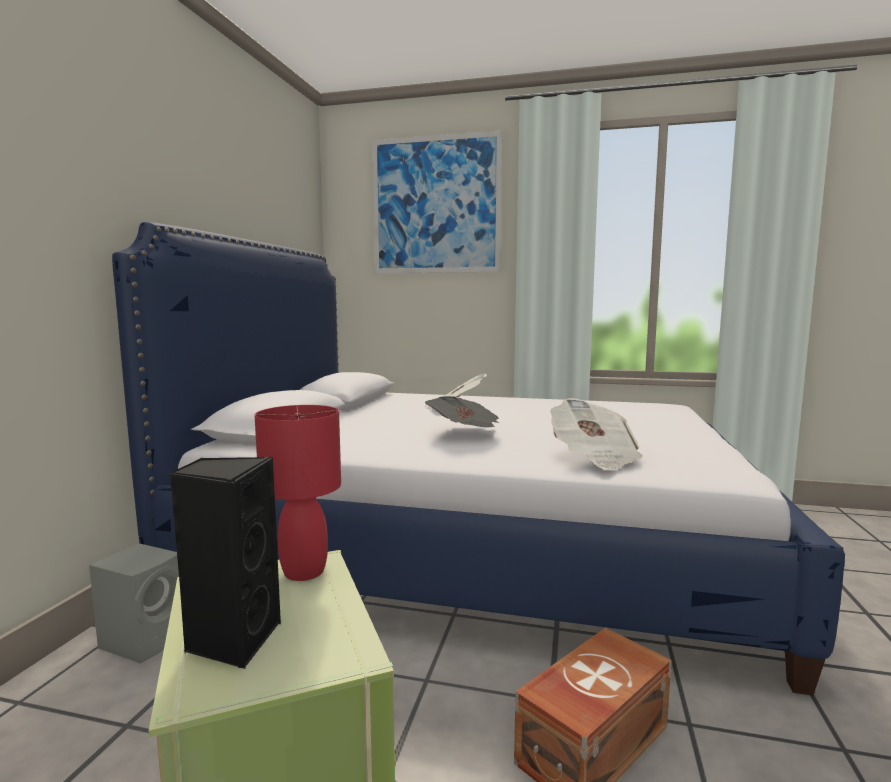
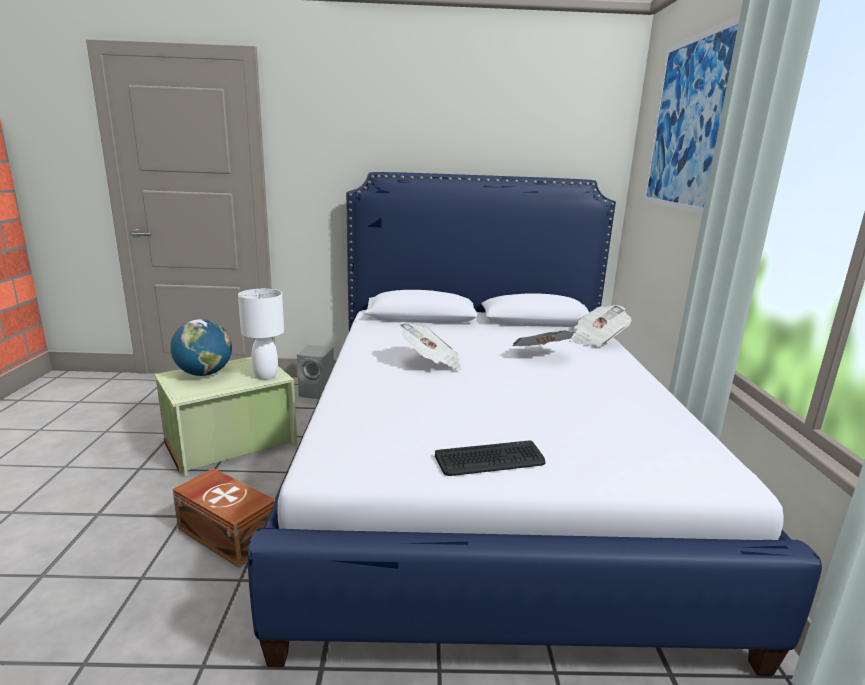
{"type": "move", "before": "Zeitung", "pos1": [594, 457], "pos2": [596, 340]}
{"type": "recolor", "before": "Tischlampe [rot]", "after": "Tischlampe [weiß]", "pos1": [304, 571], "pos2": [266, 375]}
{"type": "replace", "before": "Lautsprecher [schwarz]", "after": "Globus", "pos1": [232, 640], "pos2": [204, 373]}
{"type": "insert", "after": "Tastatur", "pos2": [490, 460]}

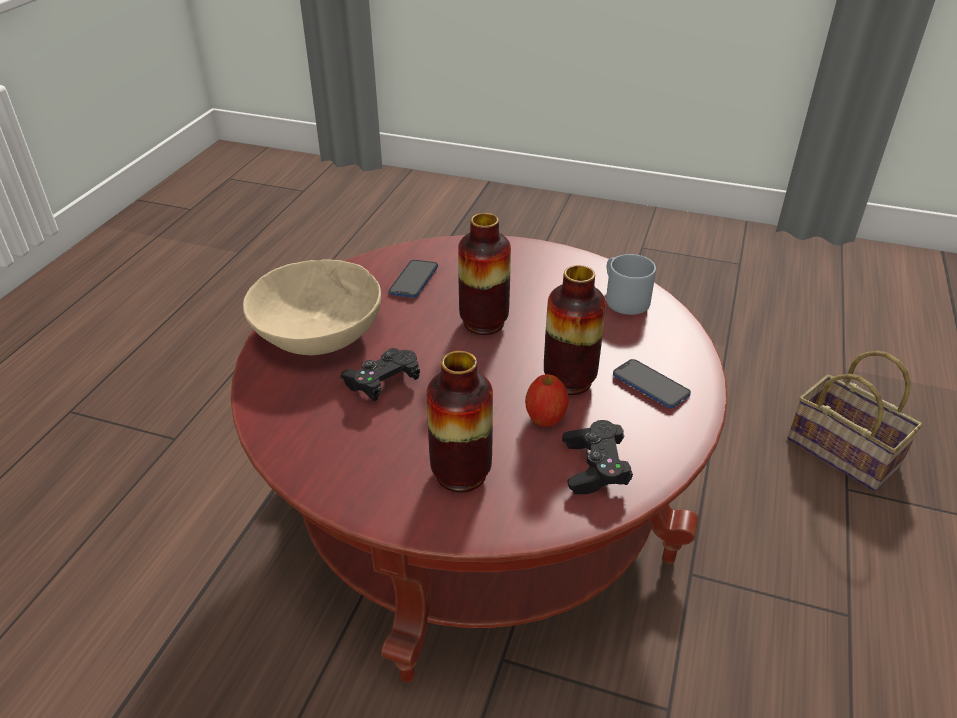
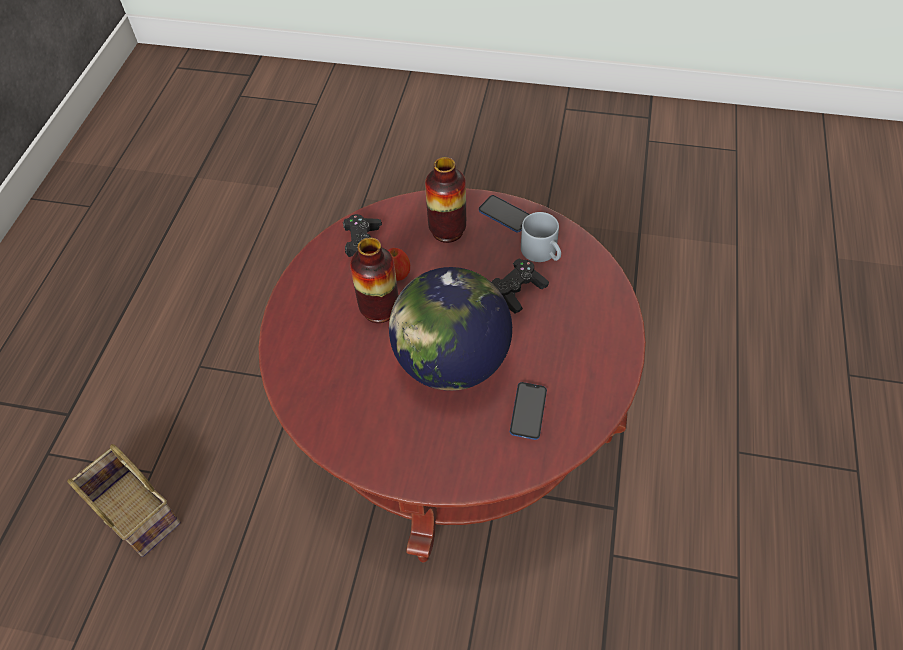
{"type": "replace", "before": "Vase", "after": "Globus", "pos1": [484, 322], "pos2": [452, 362]}
{"type": "move", "before": "Henkelbecher [grau]", "pos1": [622, 298], "pos2": [543, 252]}
{"type": "delete", "before": "Schüssel [beige]", "pos1": [317, 331]}
{"type": "move", "before": "Handy", "pos1": [650, 385], "pos2": [505, 215]}

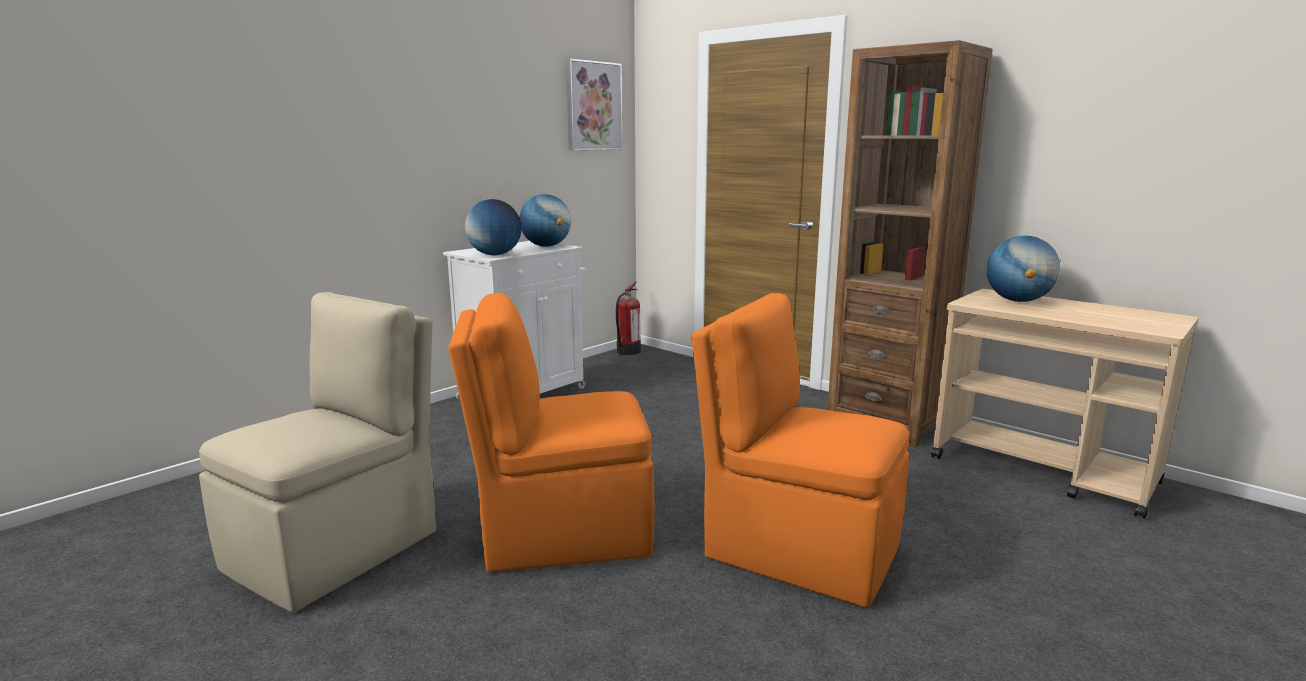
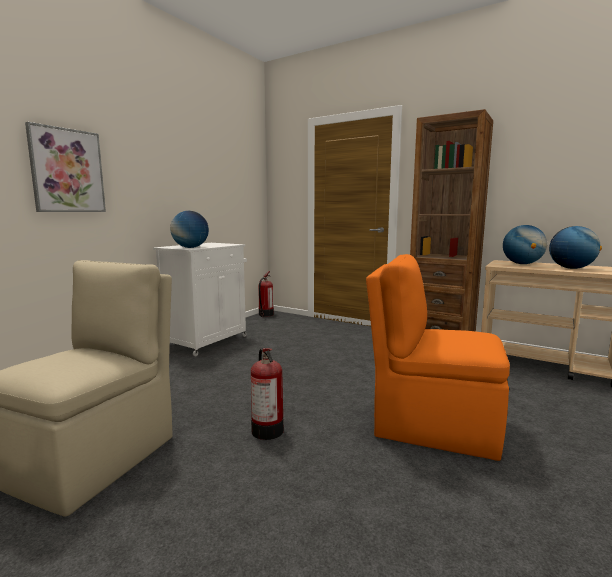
{"type": "move", "before": "Bild", "pos1": [593, 106], "pos2": [67, 171]}
{"type": "move", "before": "Globus", "pos1": [546, 246], "pos2": [571, 268]}
{"type": "replace", "before": "Stuhl [orange]", "after": "Feuerlöscher", "pos1": [561, 532], "pos2": [267, 429]}

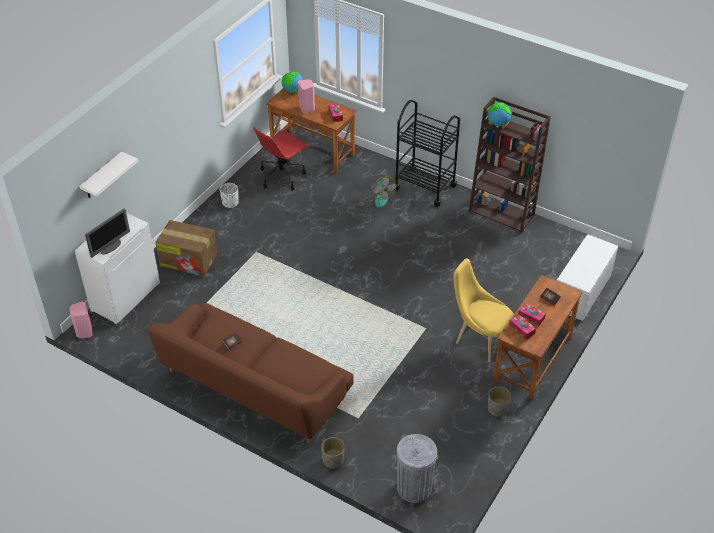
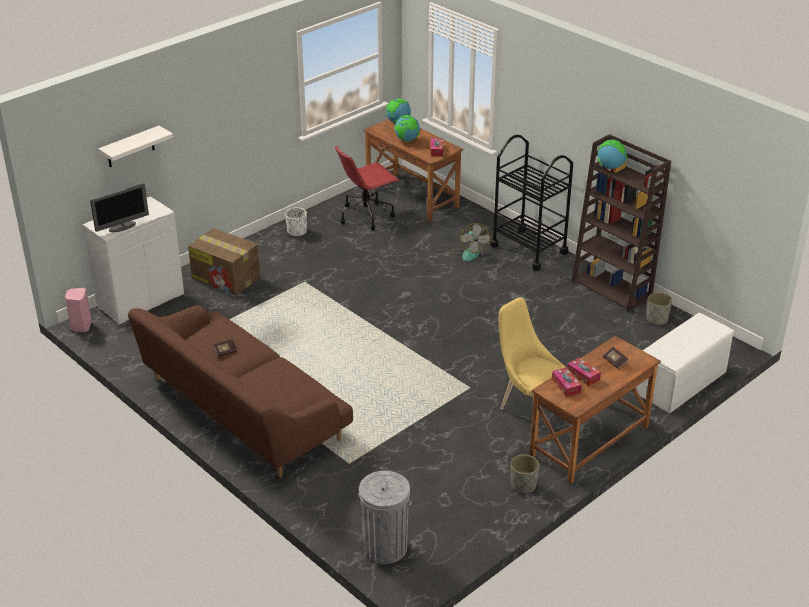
{"type": "replace", "before": "Lautsprecher [rosa]", "after": "Globus", "pos1": [307, 108], "pos2": [407, 140]}
{"type": "move", "before": "Pflanzkübel [grau]", "pos1": [333, 460], "pos2": [656, 319]}

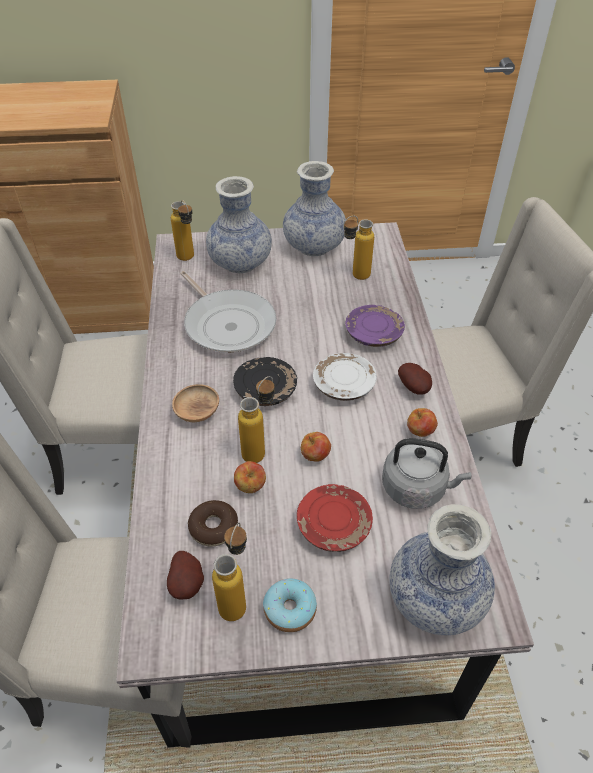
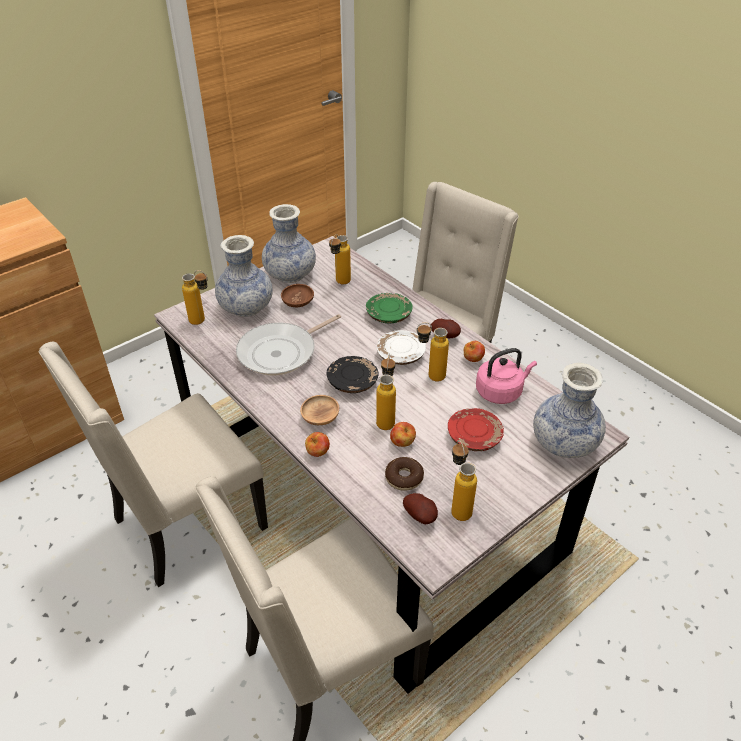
{"type": "rotate", "before": "Pfanne", "pos1": [228, 324], "pos2": [281, 352], "turn": 120}
{"type": "recolor", "before": "Teller [lila]", "after": "Teller [grün]", "pos1": [373, 333], "pos2": [388, 315]}
{"type": "move", "before": "Apfel", "pos1": [315, 456], "pos2": [318, 453]}
{"type": "recolor", "before": "Wasserkessel [grau]", "after": "Wasserkessel [rosa]", "pos1": [417, 488], "pos2": [501, 392]}
{"type": "delete", "before": "Donut", "pos1": [290, 609]}
{"type": "insert", "after": "Schüssel [braun]", "pos2": [298, 303]}
{"type": "insert", "after": "Flasche", "pos2": [429, 377]}

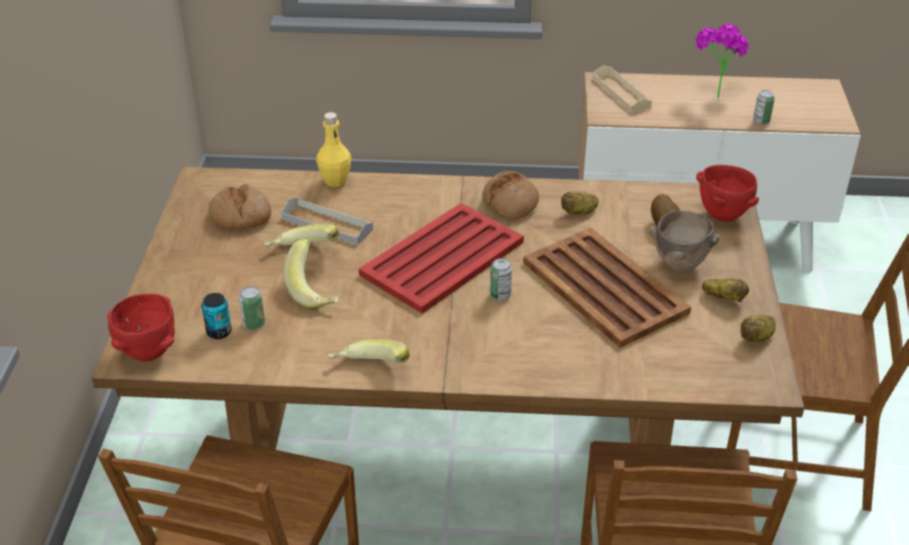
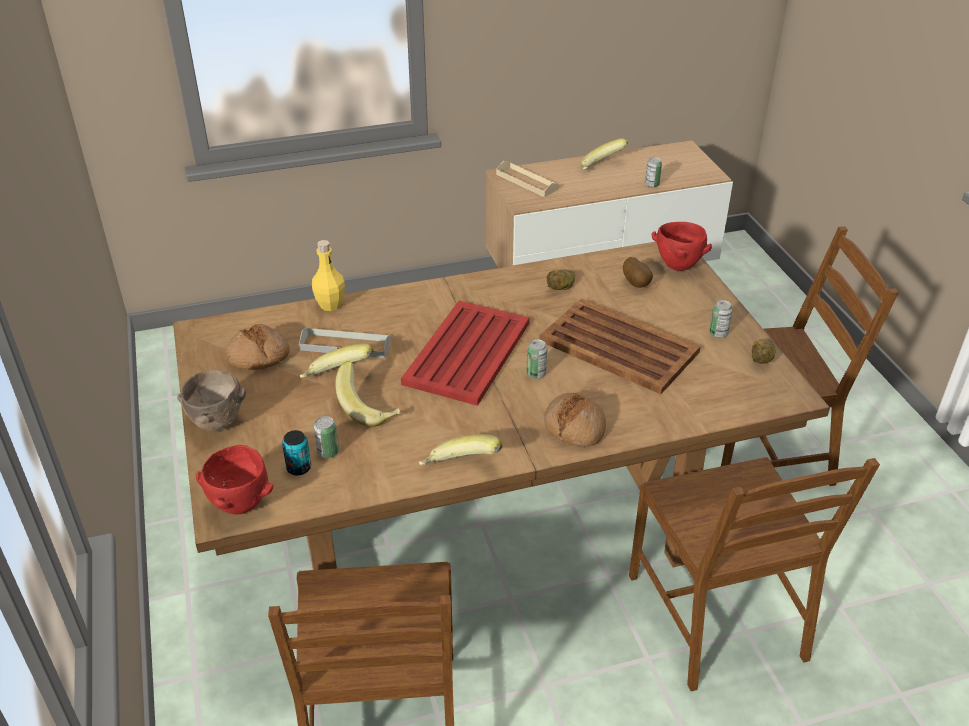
{"type": "replace", "before": "Topfpflanze", "after": "Banane", "pos1": [714, 92], "pos2": [602, 168]}
{"type": "move", "before": "Brot", "pos1": [510, 202], "pos2": [574, 427]}
{"type": "move", "before": "Schüssel [braun]", "pos1": [679, 264], "pos2": [217, 423]}
{"type": "replace", "before": "Kartoffel", "after": "Dose", "pos1": [724, 298], "pos2": [718, 333]}

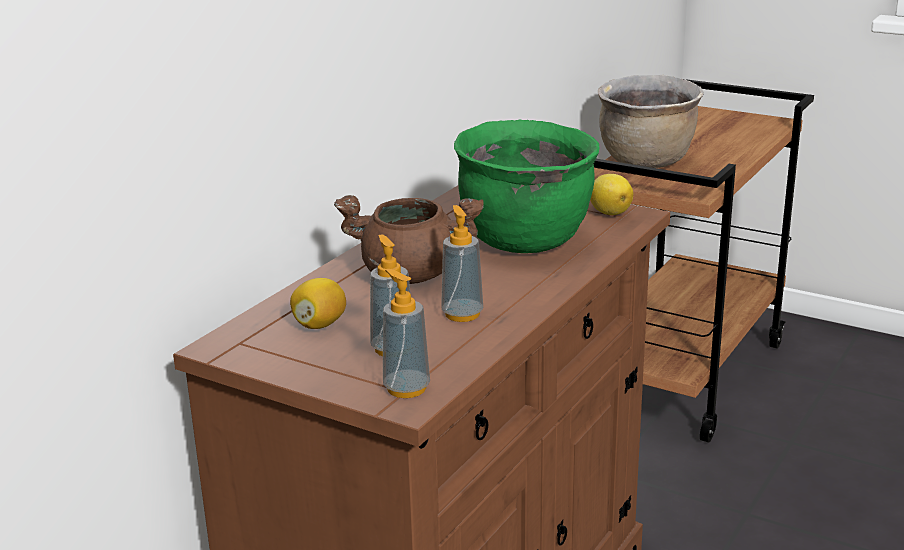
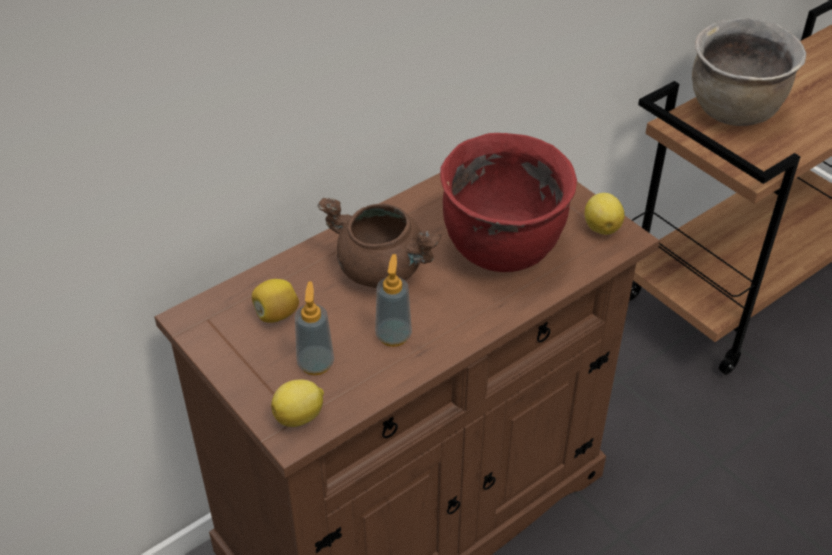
{"type": "recolor", "before": "Kochtopf [grün]", "after": "Kochtopf [rot]", "pos1": [526, 241], "pos2": [503, 248]}
{"type": "replace", "before": "Seifenspender", "after": "Zitrone", "pos1": [406, 388], "pos2": [300, 416]}

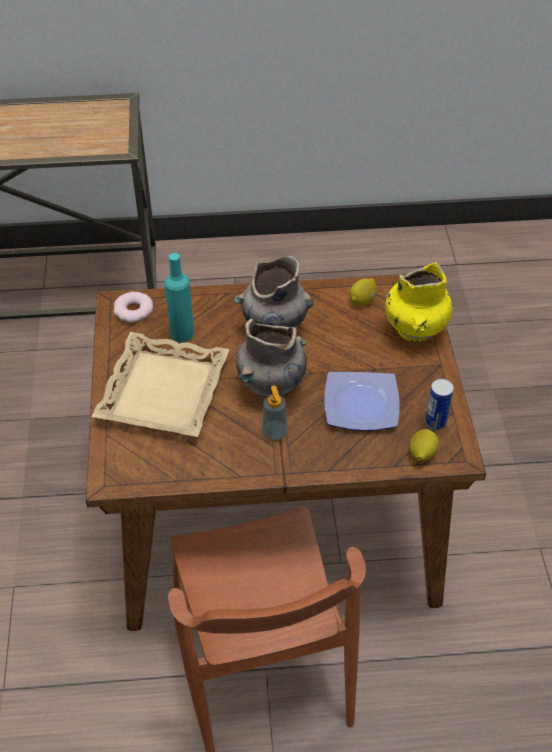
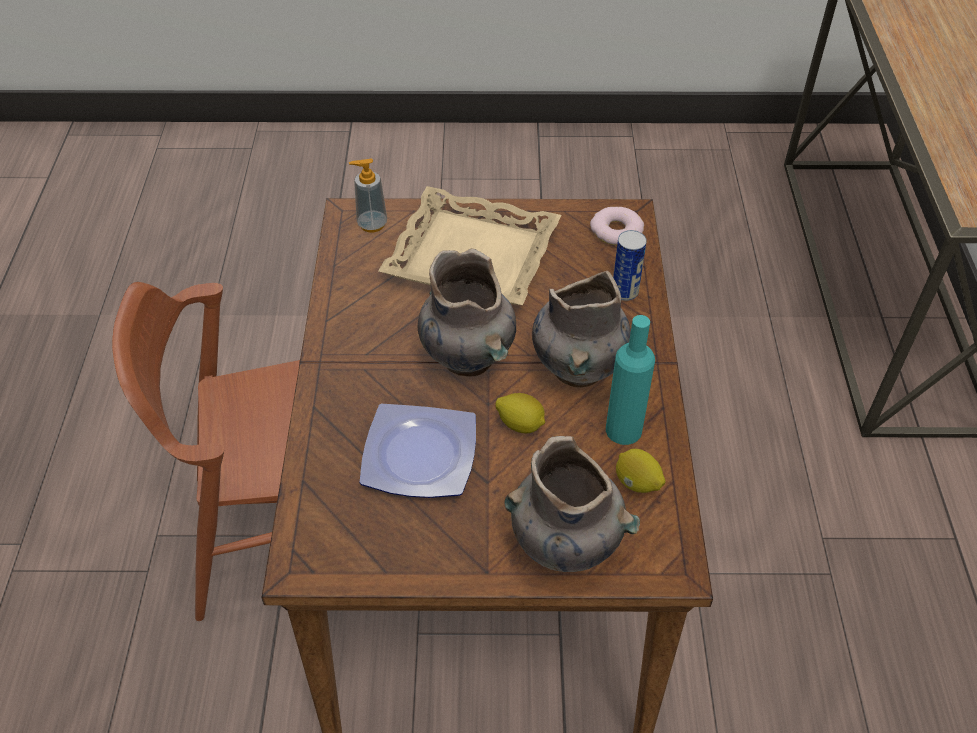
{"type": "move", "before": "Flasche [türkis]", "pos1": [182, 333], "pos2": [623, 430]}
{"type": "recolor", "before": "Vase [gelb]", "after": "Vase [grau]", "pos1": [414, 330], "pos2": [567, 547]}
{"type": "move", "before": "Dose", "pos1": [435, 422], "pos2": [625, 292]}
{"type": "move", "before": "Seifenspender", "pos1": [274, 433], "pos2": [372, 224]}
{"type": "move", "before": "Zitrone", "pos1": [422, 453], "pos2": [521, 424]}

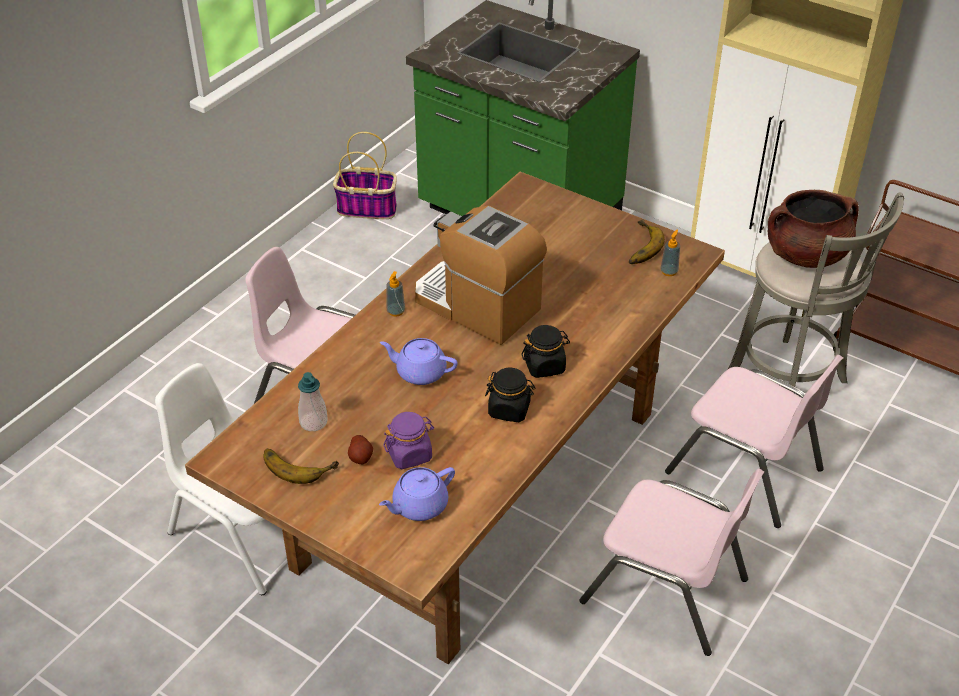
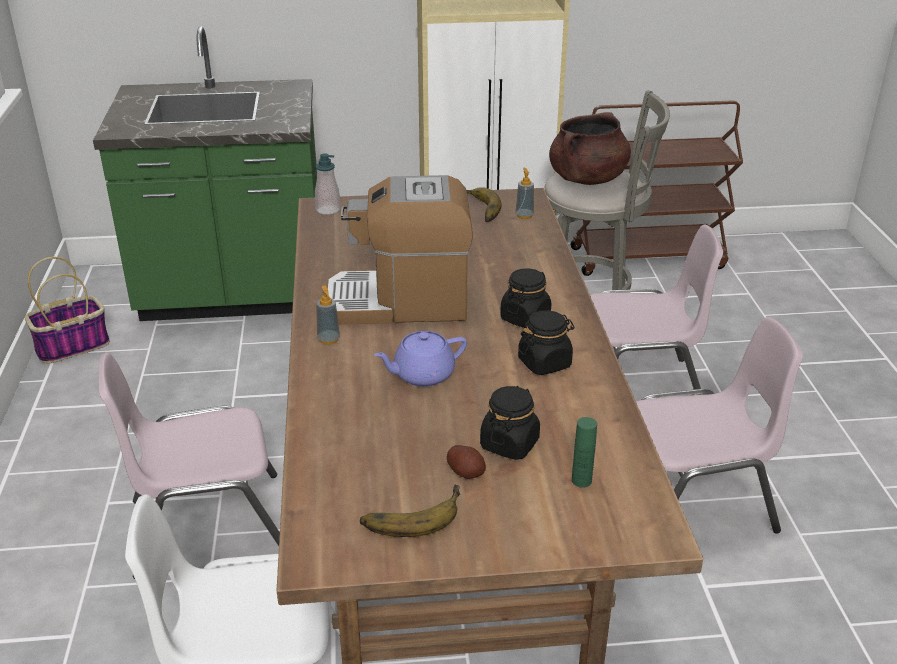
{"type": "move", "before": "Seifenspender", "pos1": [313, 422], "pos2": [328, 210]}
{"type": "recolor", "before": "Vorratsglas [lila]", "after": "Vorratsglas [schwarz]", "pos1": [409, 454], "pos2": [509, 444]}
{"type": "replace", "before": "Teekanne [lila]", "after": "Flasche [grün]", "pos1": [419, 506], "pos2": [581, 480]}

